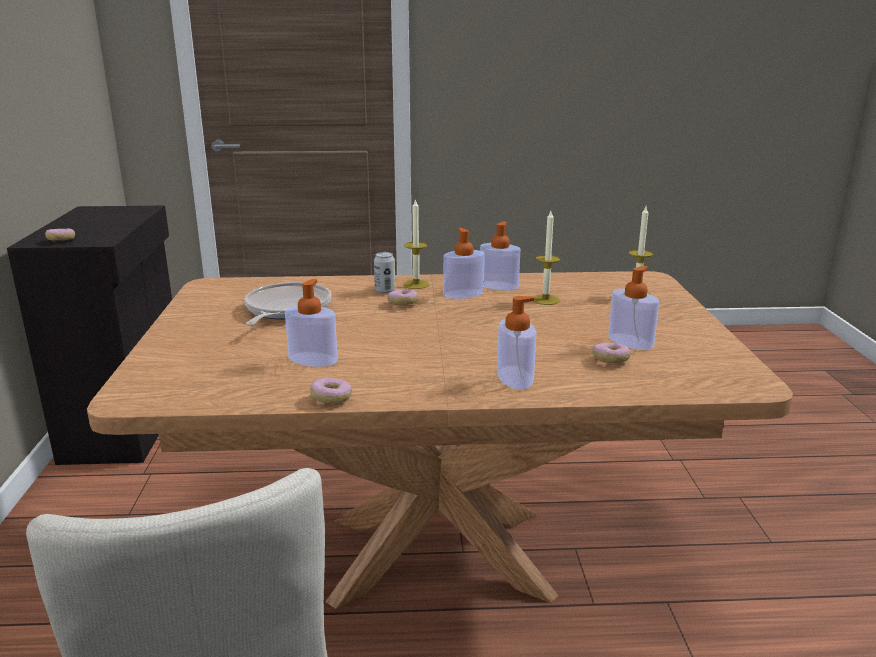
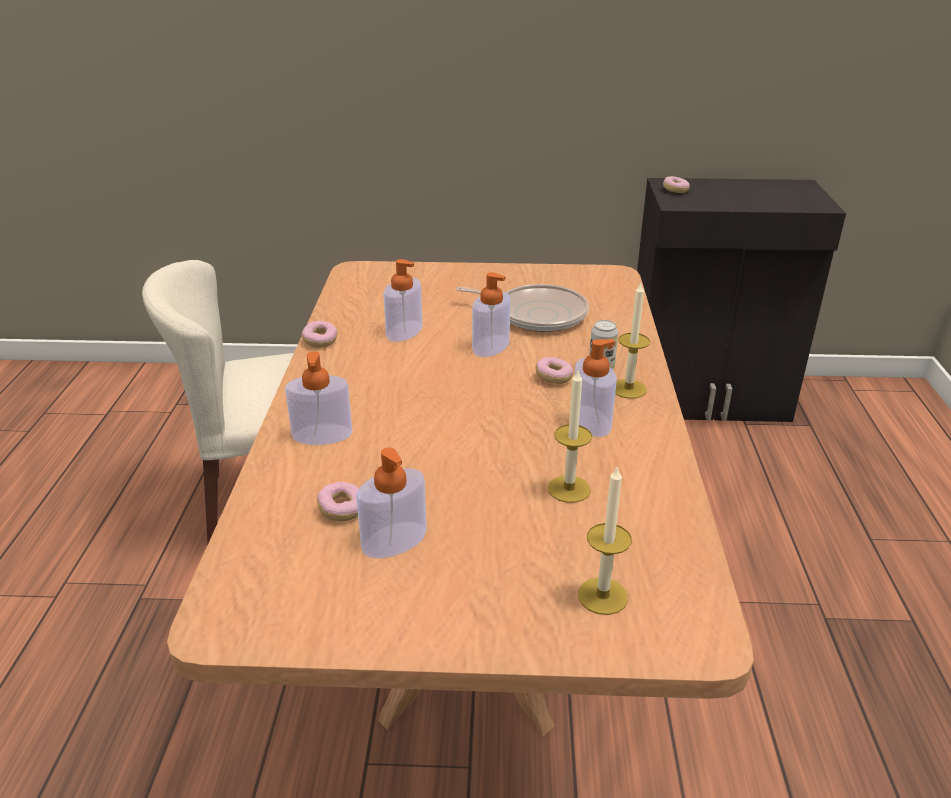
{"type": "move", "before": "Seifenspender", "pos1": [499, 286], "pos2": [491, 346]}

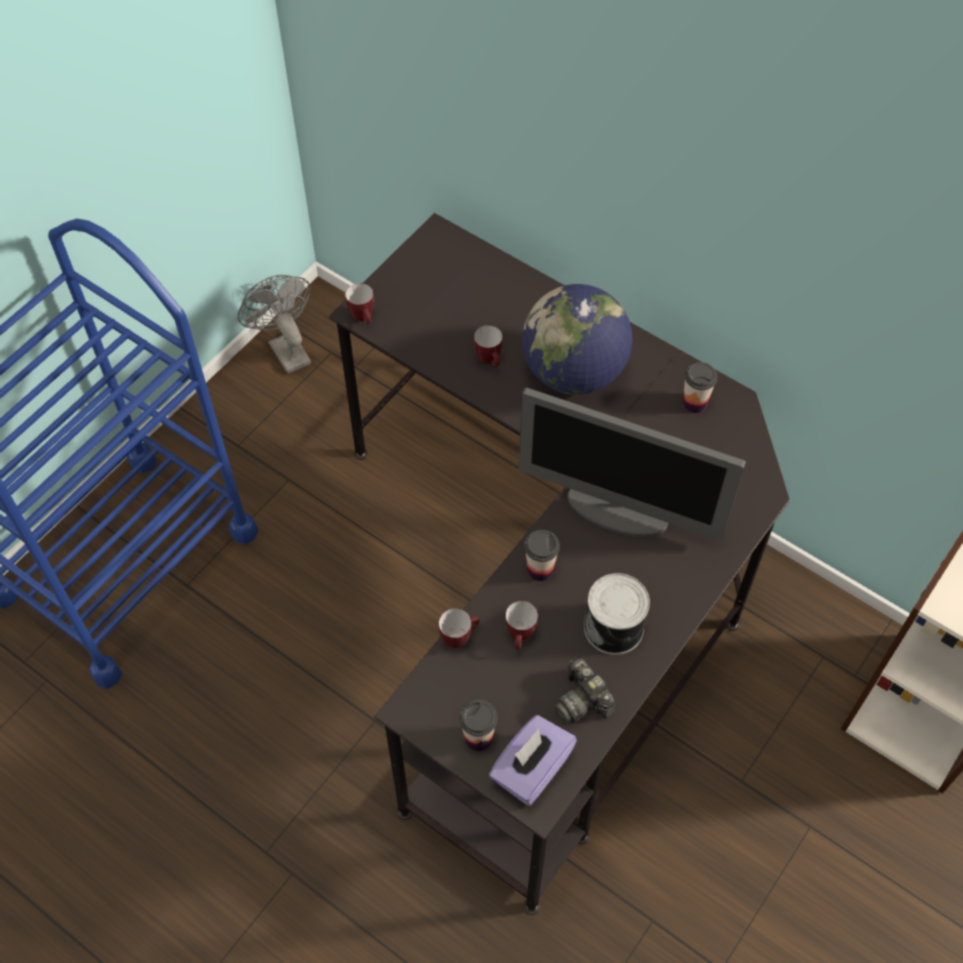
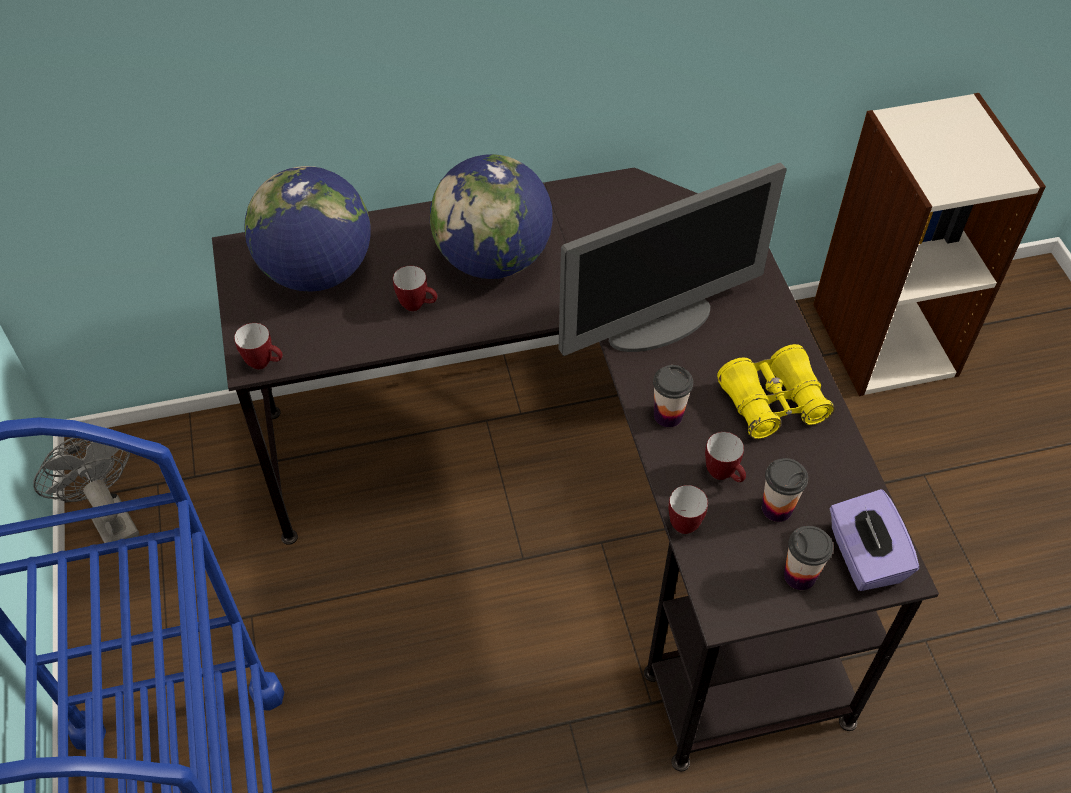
{"type": "rotate", "before": "Ventilator [grau]", "pos1": [285, 348], "pos2": [109, 517], "turn": 45}
{"type": "move", "before": "Tasse", "pos1": [694, 403], "pos2": [777, 508]}
{"type": "replace", "before": "Dose", "after": "Fernglas [gelb]", "pos1": [615, 627], "pos2": [772, 402]}
{"type": "delete", "before": "Kamera", "pos1": [582, 700]}
{"type": "insert", "after": "Globus", "pos2": [317, 272]}

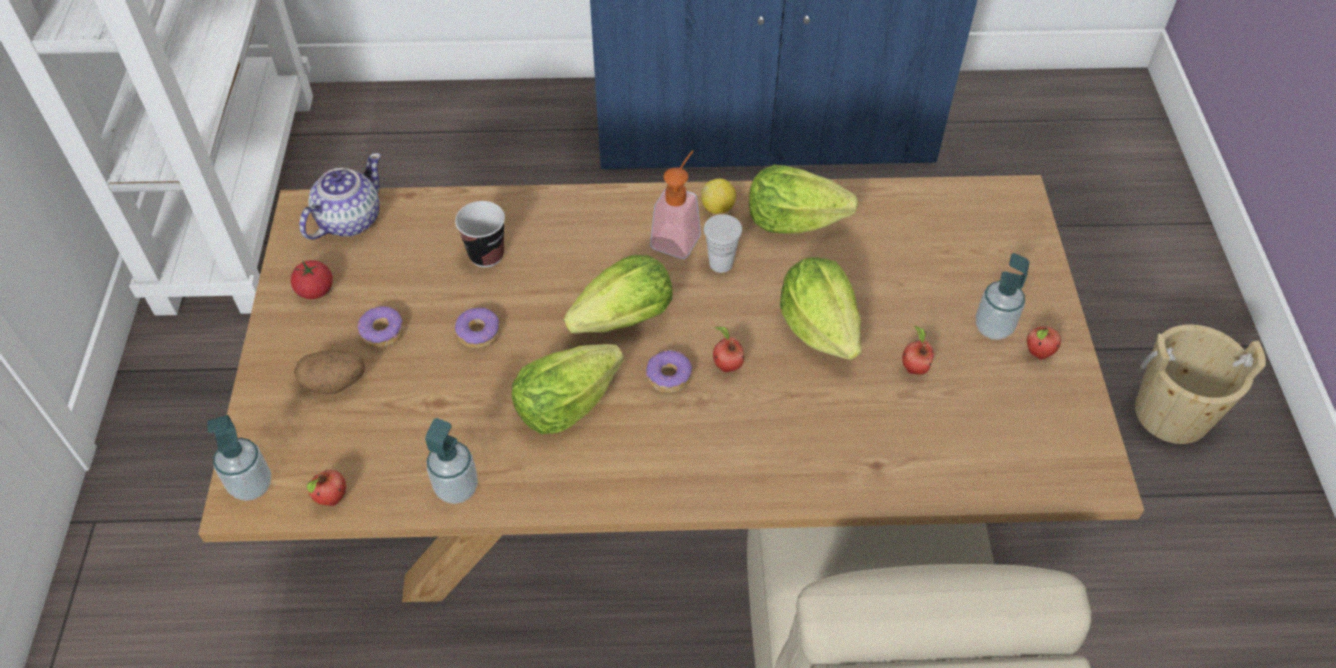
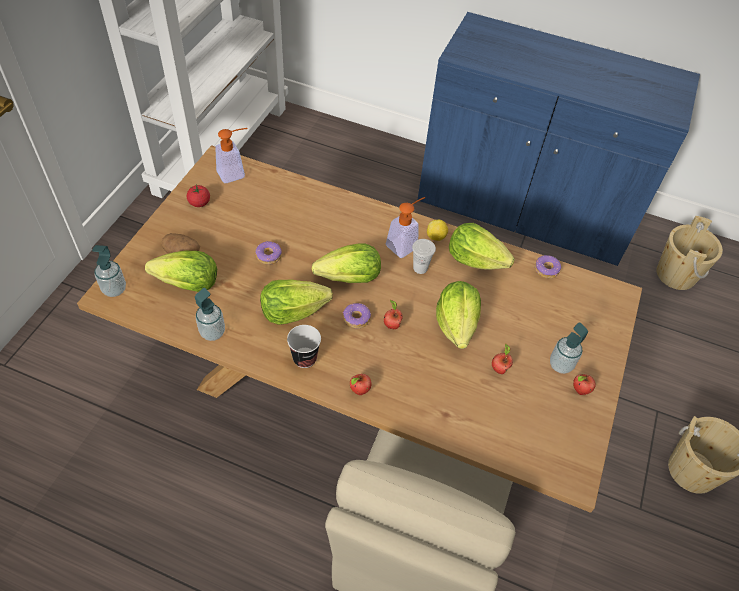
{"type": "replace", "before": "Teekanne", "after": "Seifenspender", "pos1": [348, 220], "pos2": [235, 173]}
{"type": "move", "before": "Tasse", "pos1": [486, 255], "pos2": [304, 358]}
{"type": "move", "before": "Donut", "pos1": [382, 332], "pos2": [546, 270]}
{"type": "move", "before": "Apfel", "pos1": [332, 499], "pos2": [359, 391]}
{"type": "insert", "after": "Eimer [beige]", "pos2": [676, 274]}
{"type": "insert", "after": "Salatkopf", "pos2": [188, 284]}

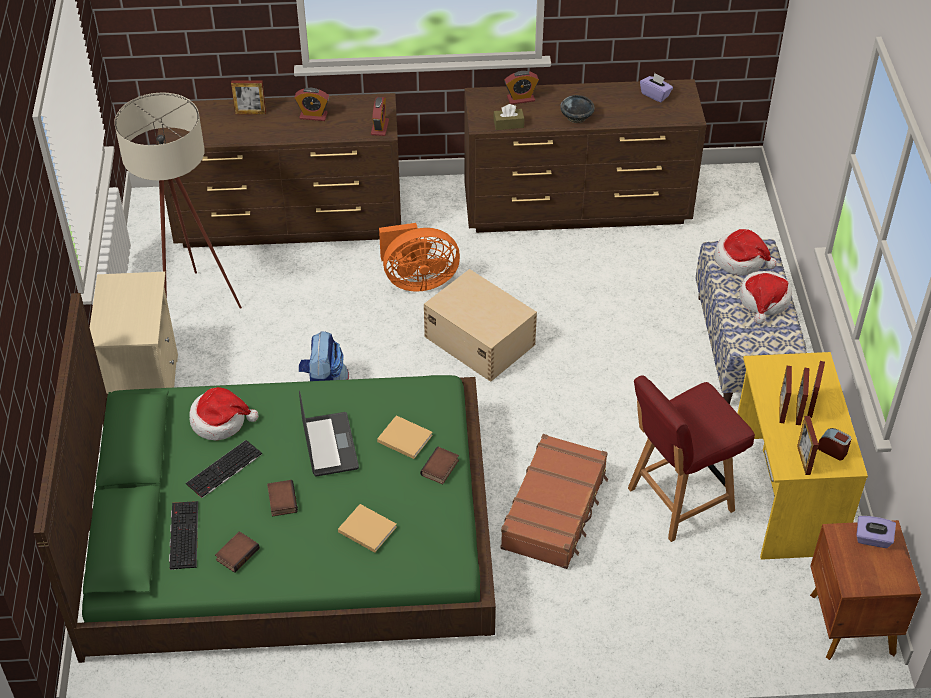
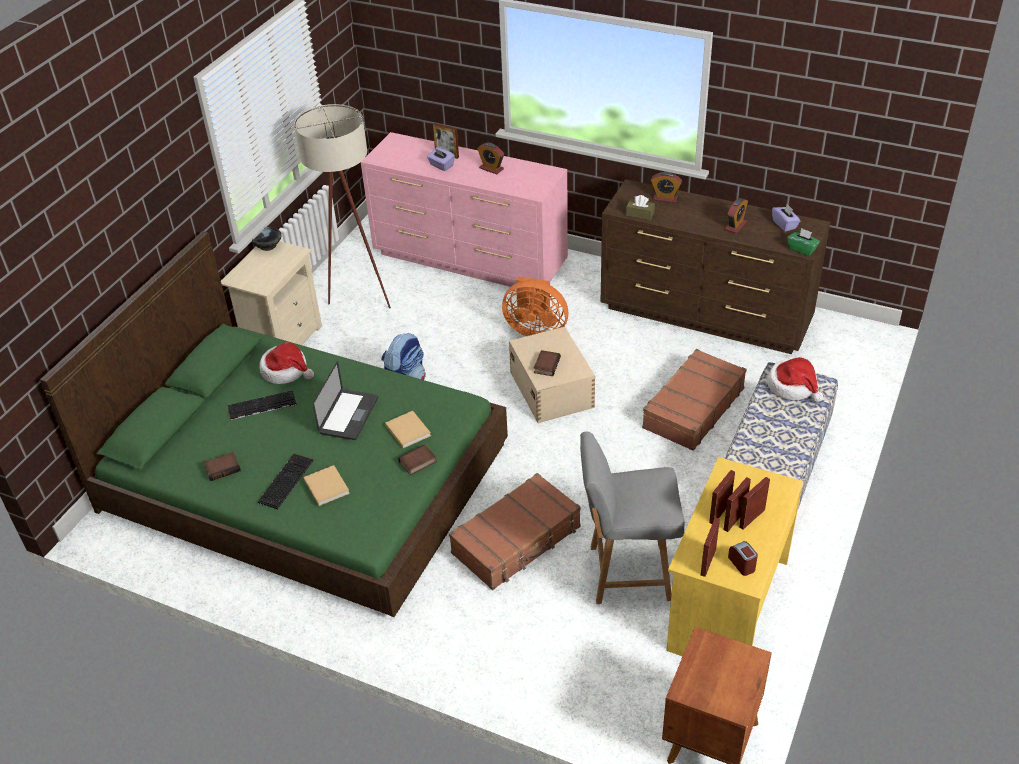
{"type": "recolor", "before": "Kommode [braun]", "after": "Kommode [rosa]", "pos1": [290, 223], "pos2": [470, 260]}
{"type": "move", "before": "Schüssel [schwarz]", "pos1": [576, 117], "pos2": [268, 246]}
{"type": "move", "before": "Wecker", "pos1": [380, 127], "pos2": [735, 226]}
{"type": "delete", "before": "Hut", "pos1": [764, 301]}
{"type": "recolor", "before": "Stuhl [rot]", "after": "Stuhl [grau]", "pos1": [678, 500], "pos2": [627, 572]}
{"type": "move", "before": "Buch", "pos1": [281, 500], "pos2": [546, 365]}
{"type": "move", "before": "Tastatur", "pos1": [183, 534], "pos2": [285, 480]}
{"type": "move", "before": "Taschentuchbox [lila]", "pos1": [872, 539], "pos2": [441, 165]}
{"type": "insert", "after": "Taschentuchbox [grün]", "pos2": [802, 249]}
{"type": "insert", "after": "Koffer [braun]", "pos2": [692, 408]}

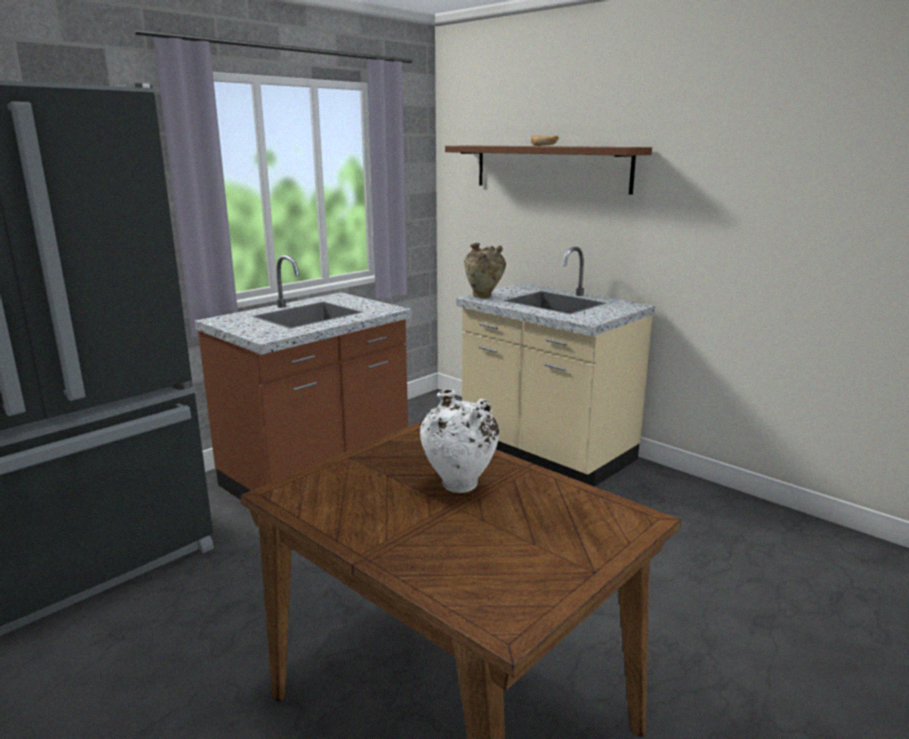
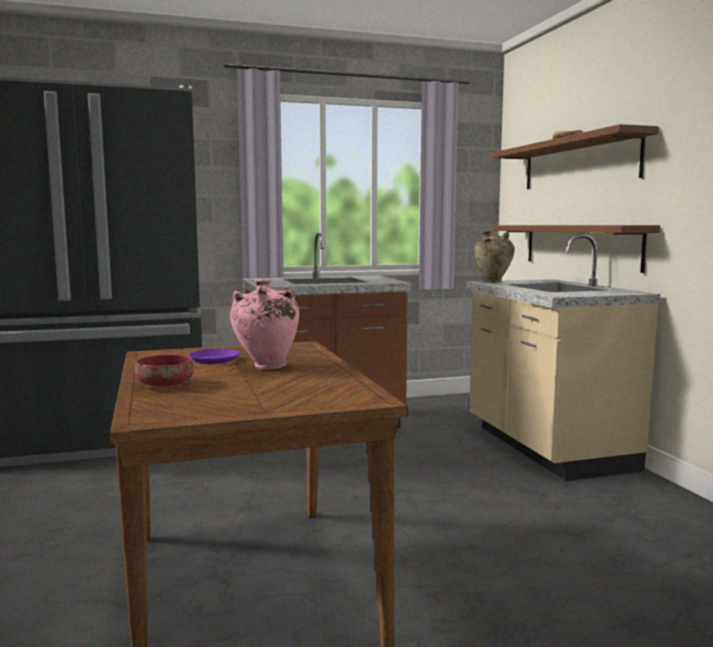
{"type": "recolor", "before": "Vase [weiß]", "after": "Vase [rosa]", "pos1": [459, 488], "pos2": [266, 367]}
{"type": "insert", "after": "Wandregal [braun]", "pos2": [580, 245]}
{"type": "insert", "after": "Teller [lila]", "pos2": [214, 360]}
{"type": "insert", "after": "Schüssel [rot]", "pos2": [166, 385]}

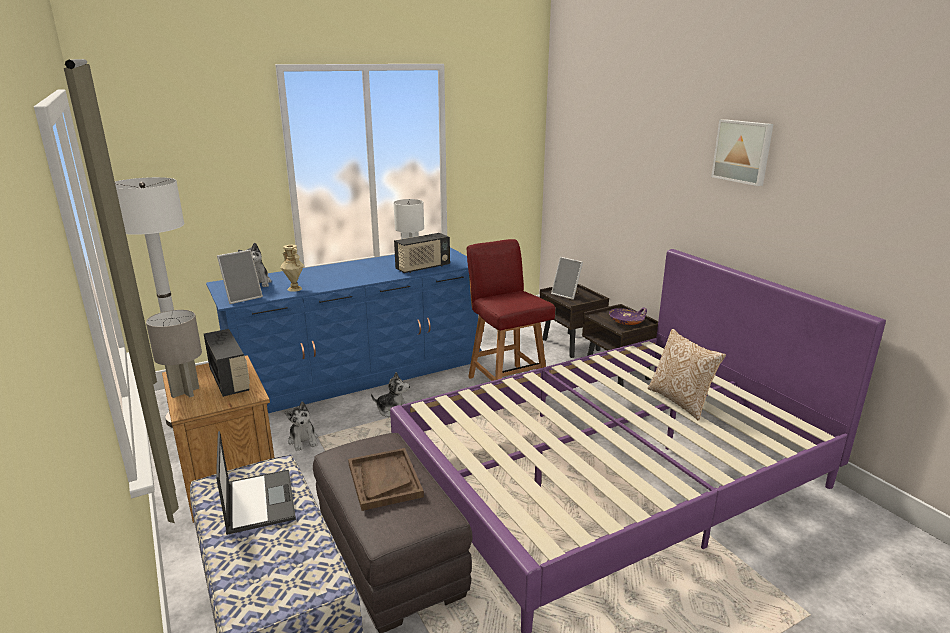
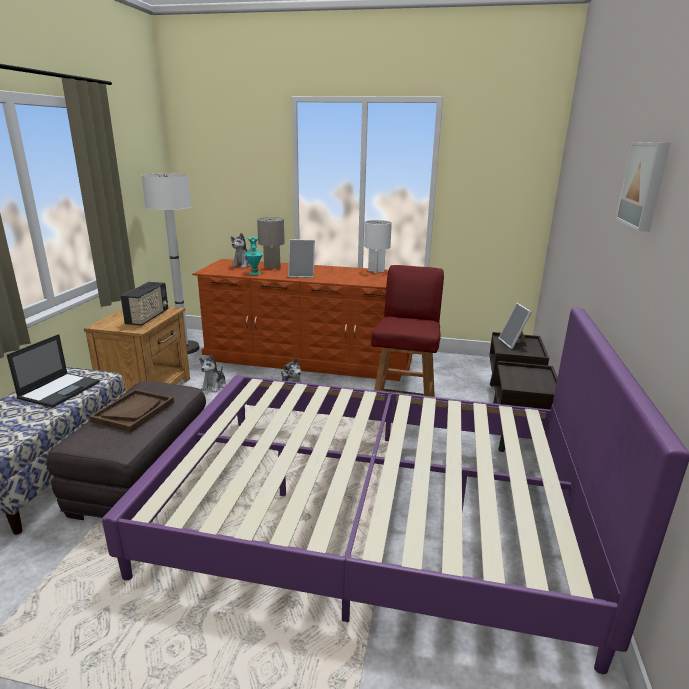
{"type": "delete", "before": "Radio", "pos1": [423, 268]}
{"type": "recolor", "before": "Vase [beige]", "after": "Vase [türkis]", "pos1": [294, 289], "pos2": [254, 273]}
{"type": "recolor", "before": "Kommode [blau]", "after": "Kommode [braun]", "pos1": [358, 373], "pos2": [309, 359]}
{"type": "move", "before": "Bilderrahmen", "pos1": [243, 297], "pos2": [302, 275]}
{"type": "delete", "before": "Schüssel [lila]", "pos1": [627, 322]}
{"type": "move", "before": "Tischlampe [grau]", "pos1": [185, 392], "pos2": [272, 267]}
{"type": "delete", "before": "Kissen", "pos1": [681, 401]}

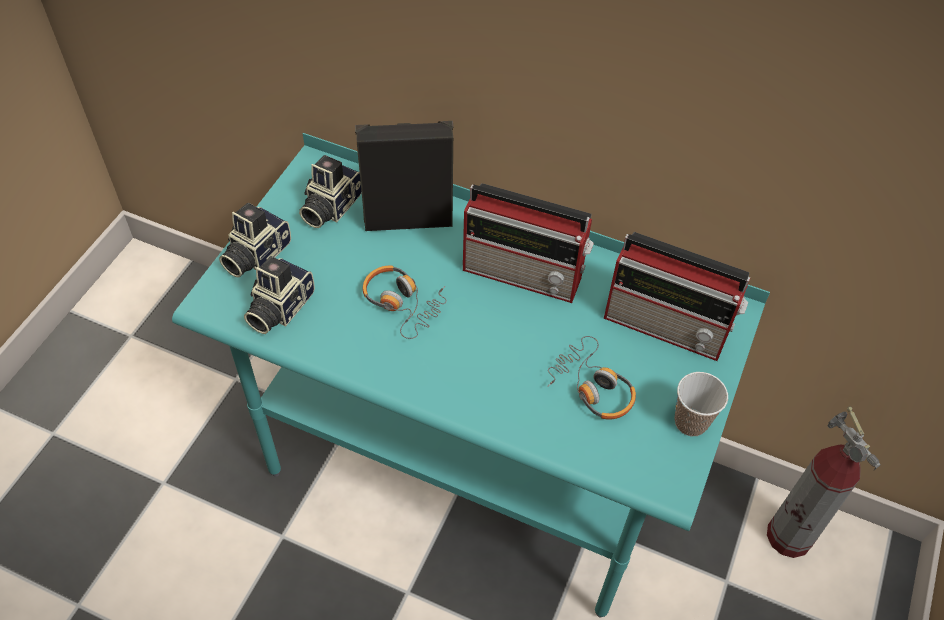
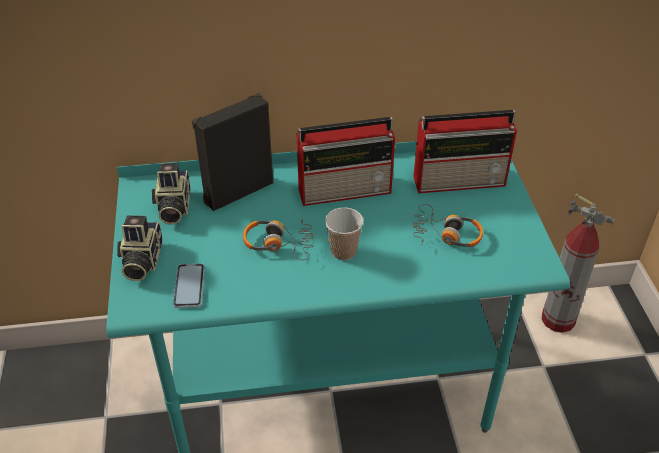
{"type": "replace", "before": "Kamera", "after": "Handy", "pos1": [278, 308], "pos2": [189, 286]}
{"type": "move", "before": "Tasse", "pos1": [690, 422], "pos2": [343, 251]}

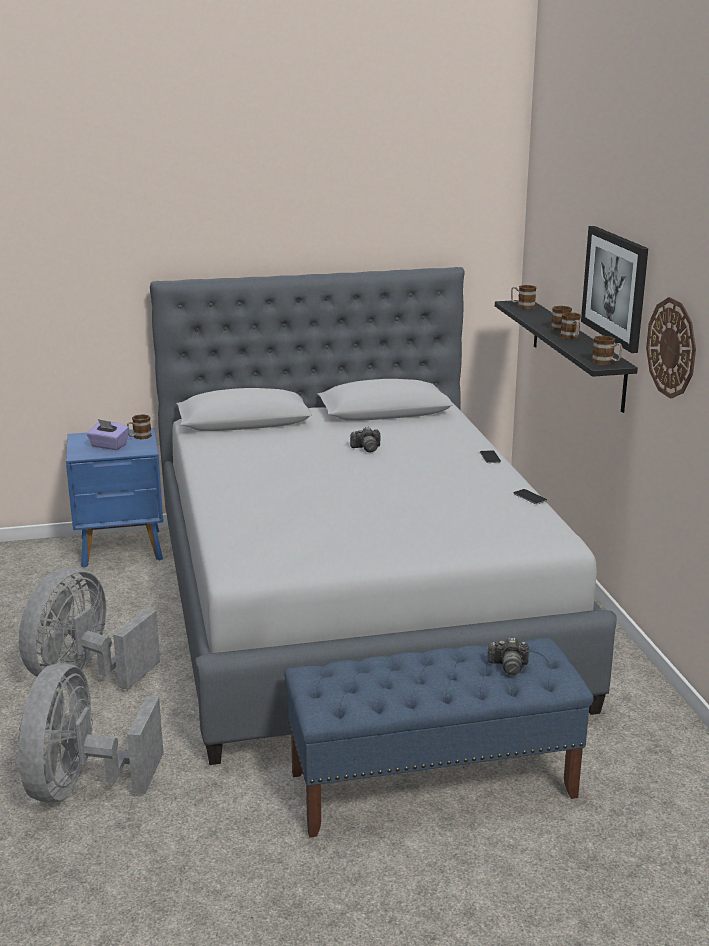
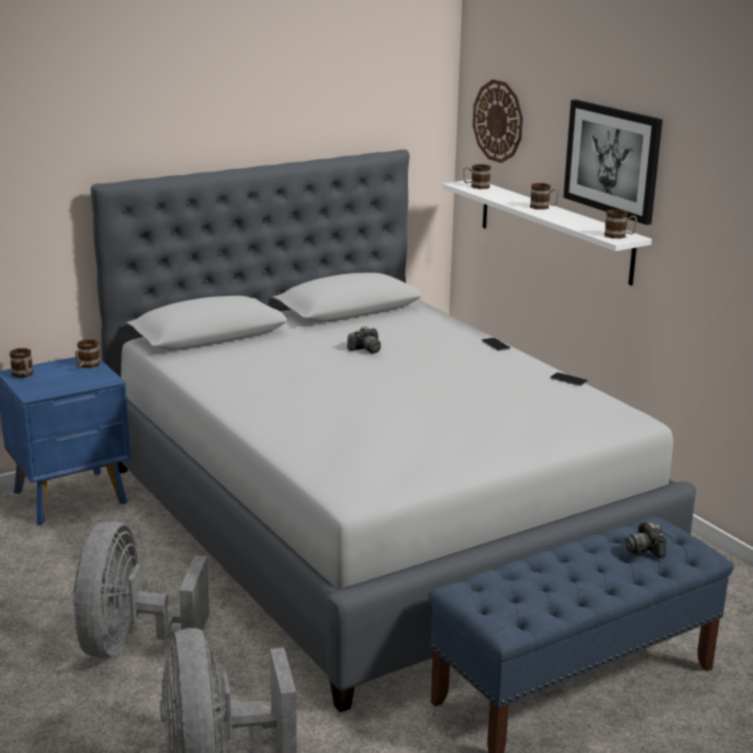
{"type": "move", "before": "Wanduhr", "pos1": [672, 348], "pos2": [498, 121]}
{"type": "recolor", "before": "Wandregal [schwarz]", "after": "Wandregal [weiß]", "pos1": [577, 353], "pos2": [554, 230]}
{"type": "move", "before": "Henkelbecher", "pos1": [571, 337], "pos2": [24, 375]}
{"type": "delete", "before": "Taschentuchbox [lila]", "pos1": [108, 446]}
{"type": "rotate", "before": "Kamera", "pos1": [508, 666], "pos2": [645, 549], "turn": 90}

